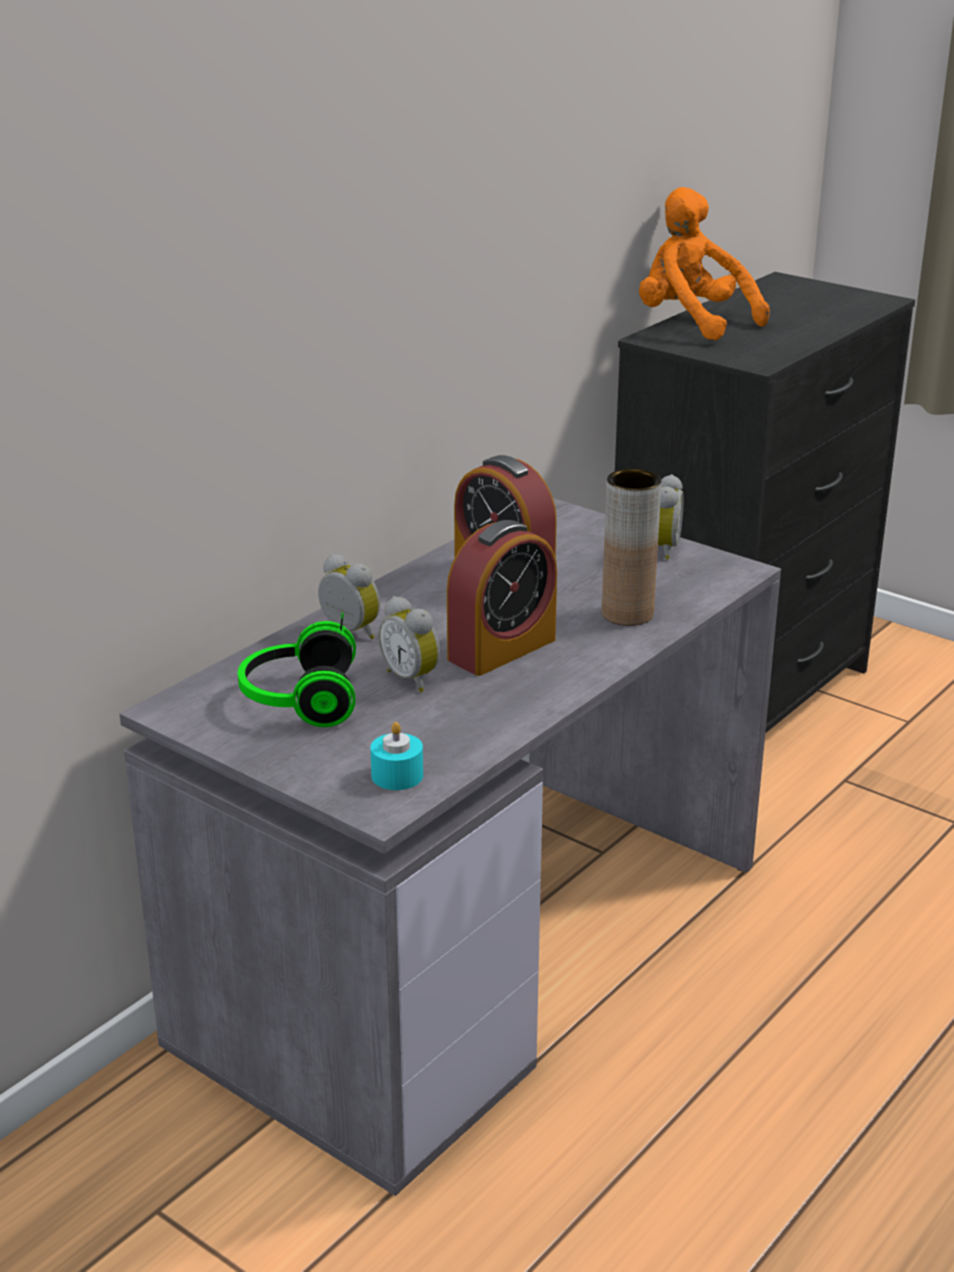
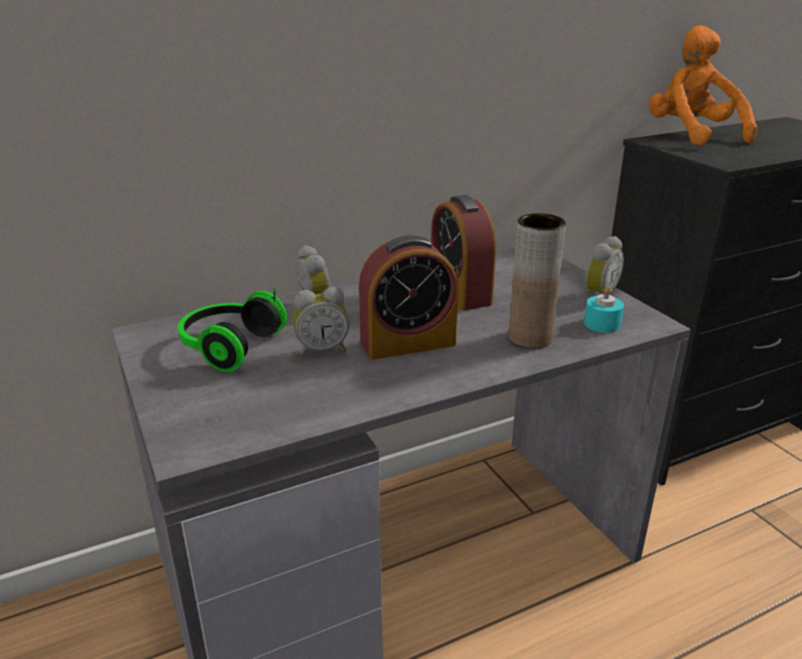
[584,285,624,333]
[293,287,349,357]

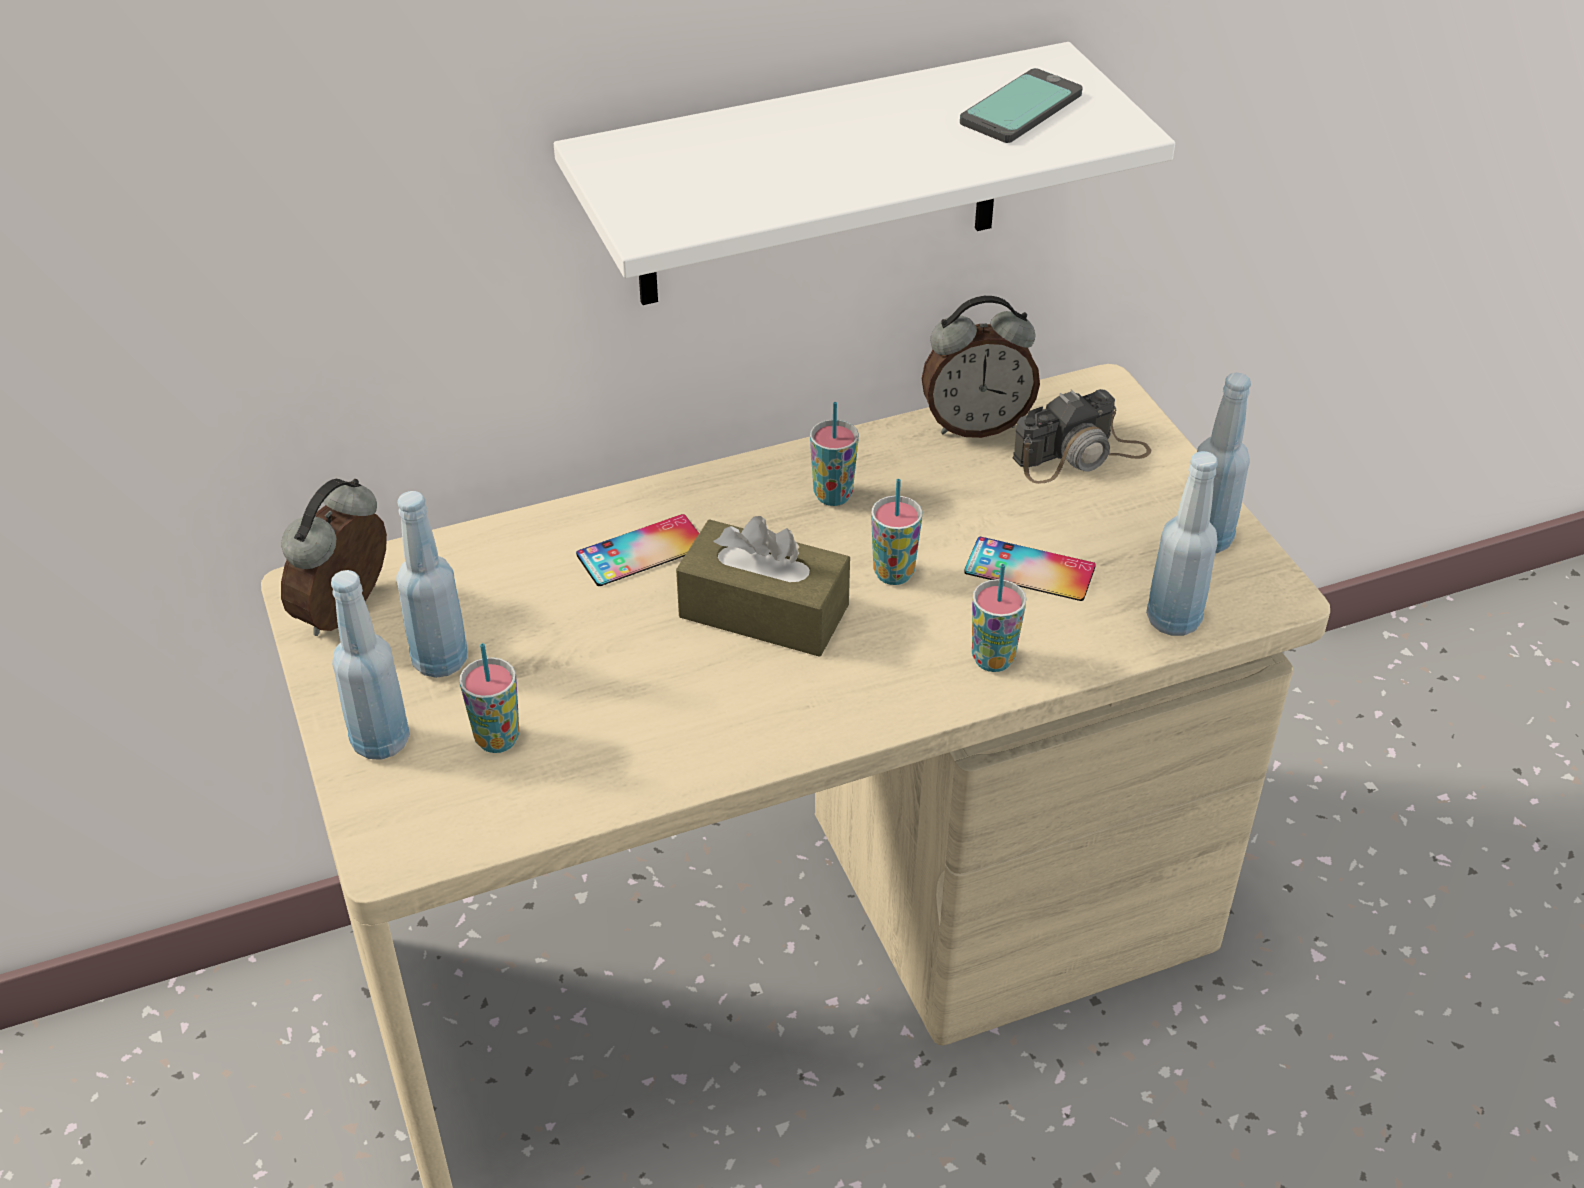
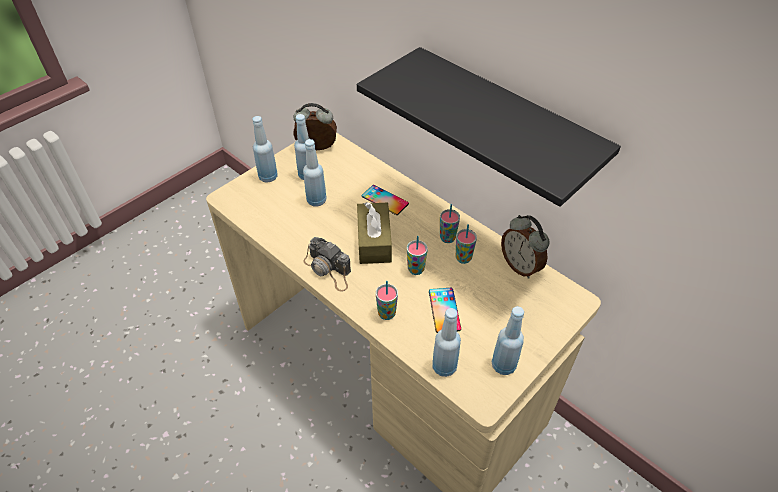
[960,68,1083,143] (first image)
[303,139,327,207]
[456,224,477,264]
[303,237,351,292]
[357,47,621,207]

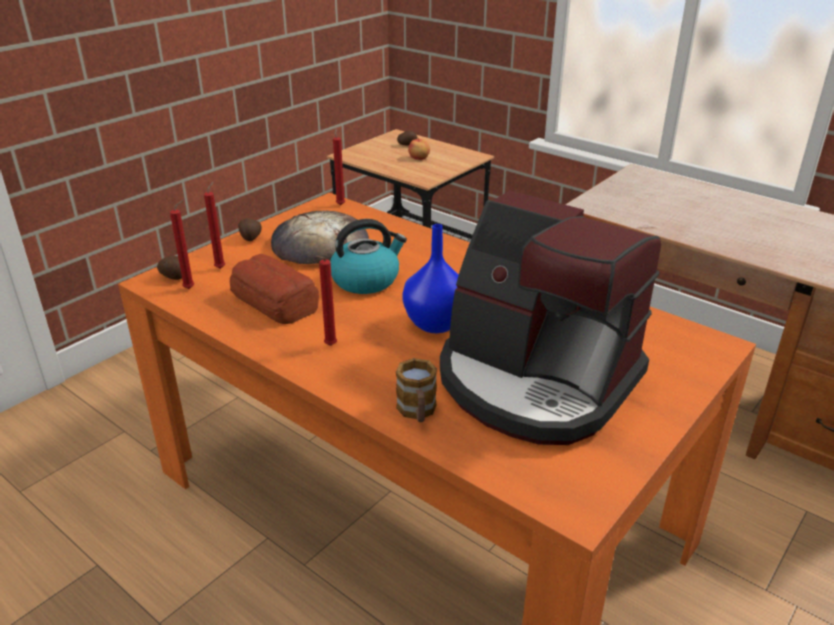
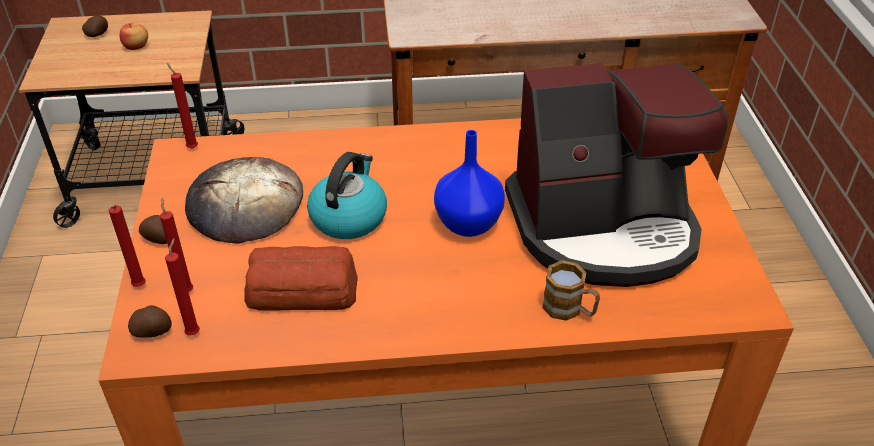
[109,205,146,287]

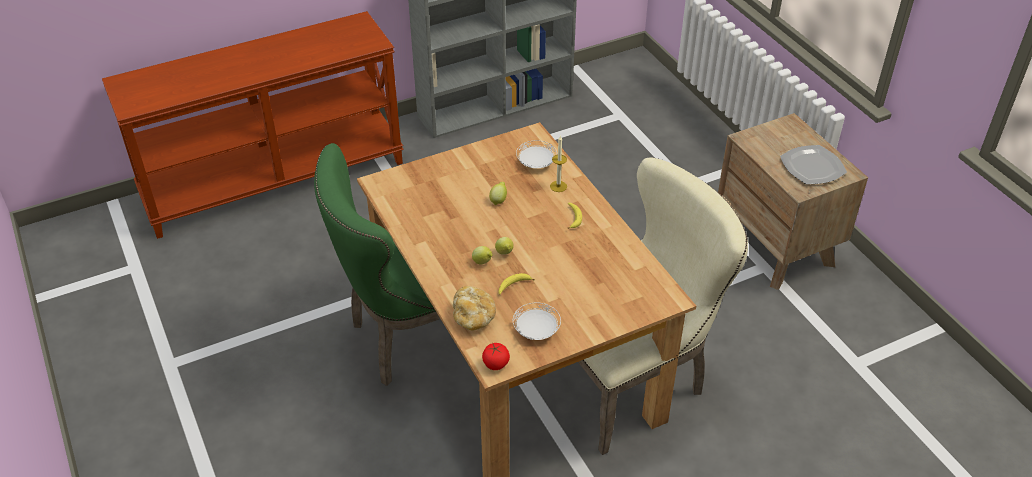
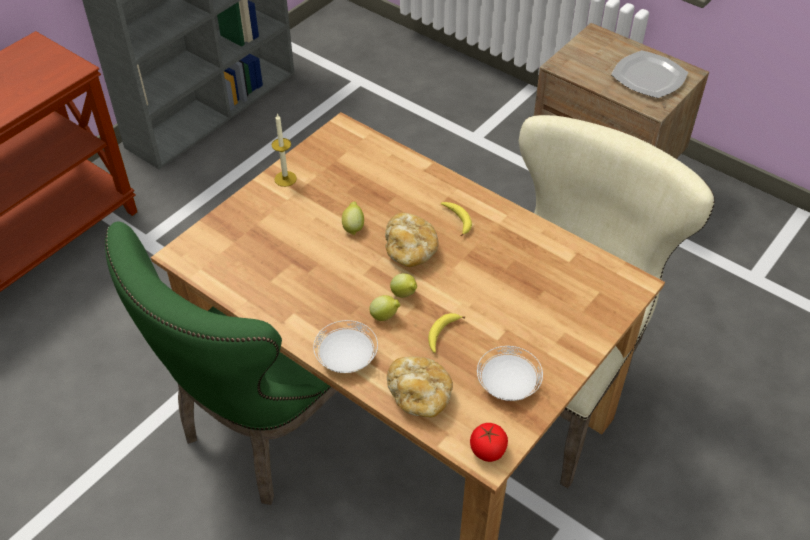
[385,213,438,267]
[313,320,378,373]
[271,113,297,187]

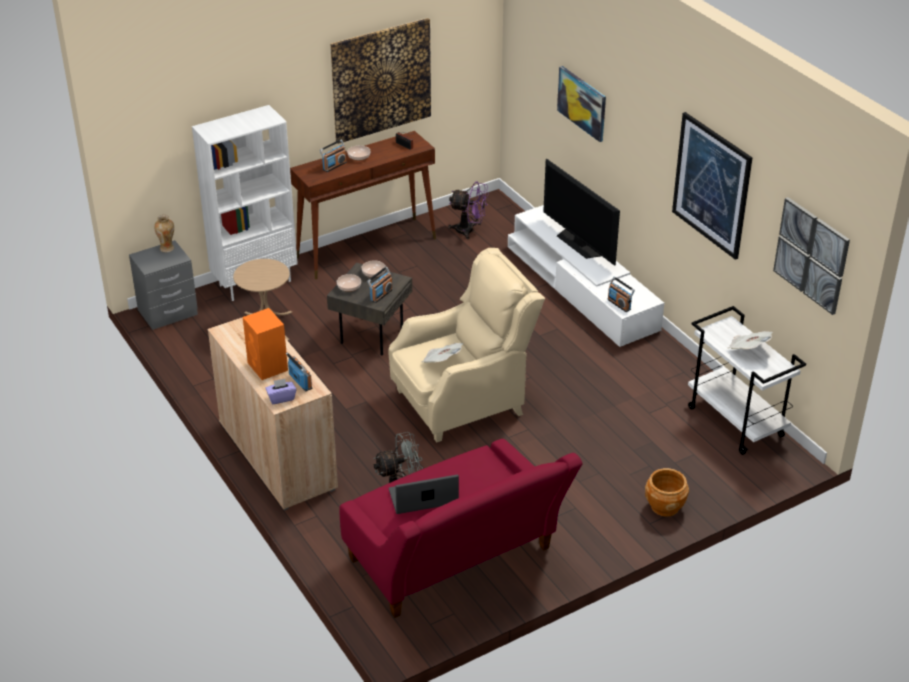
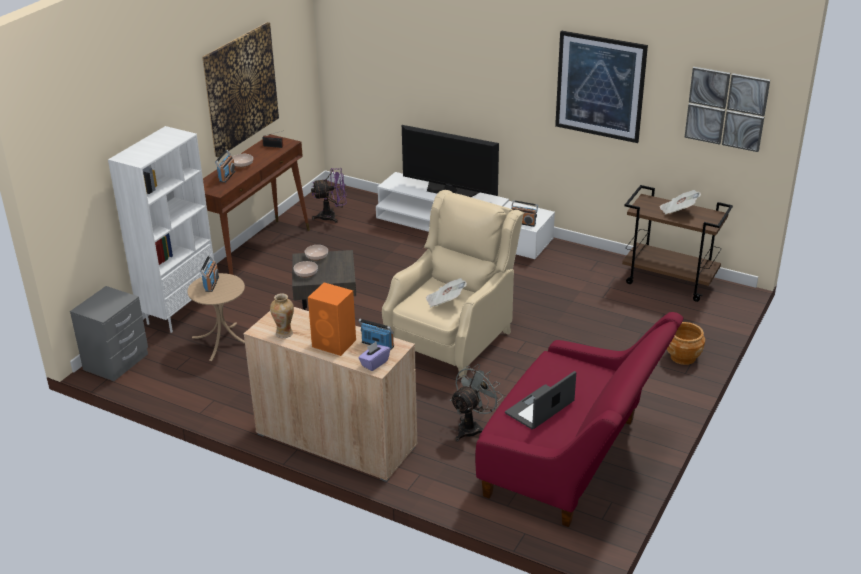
[557,66,606,142] (first image)
[270,293,294,338]
[200,255,219,292]
[622,185,733,302]

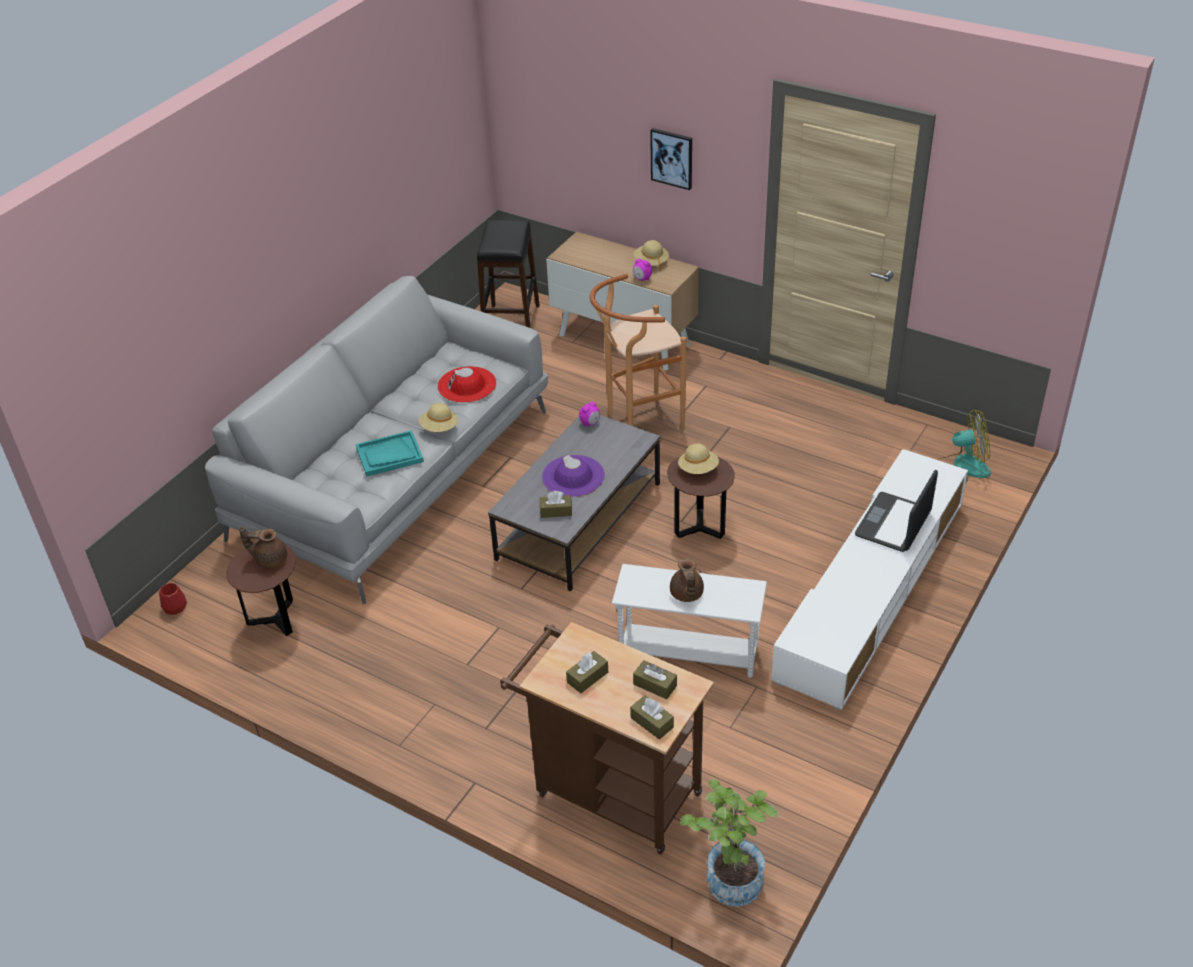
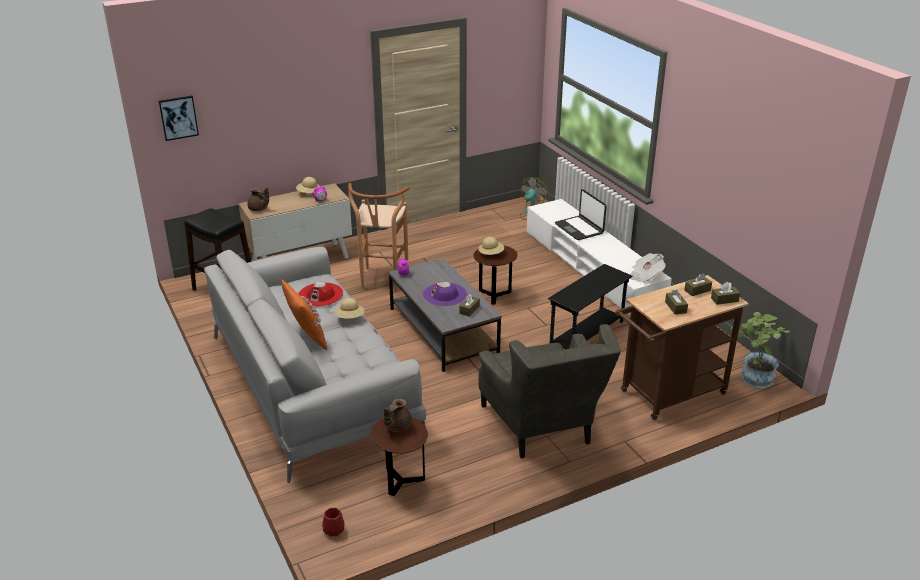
[356,430,424,477] (first image)
[280,279,327,350]
[478,324,621,459]
[630,253,666,283]
[159,96,199,141]
[248,188,269,211]
[548,264,633,349]

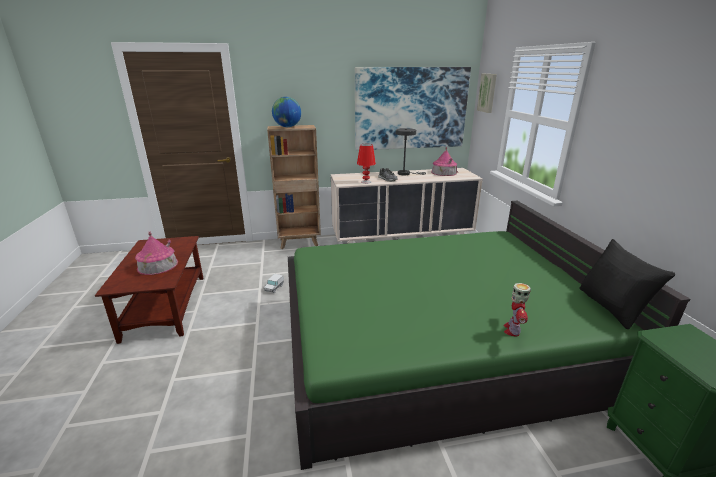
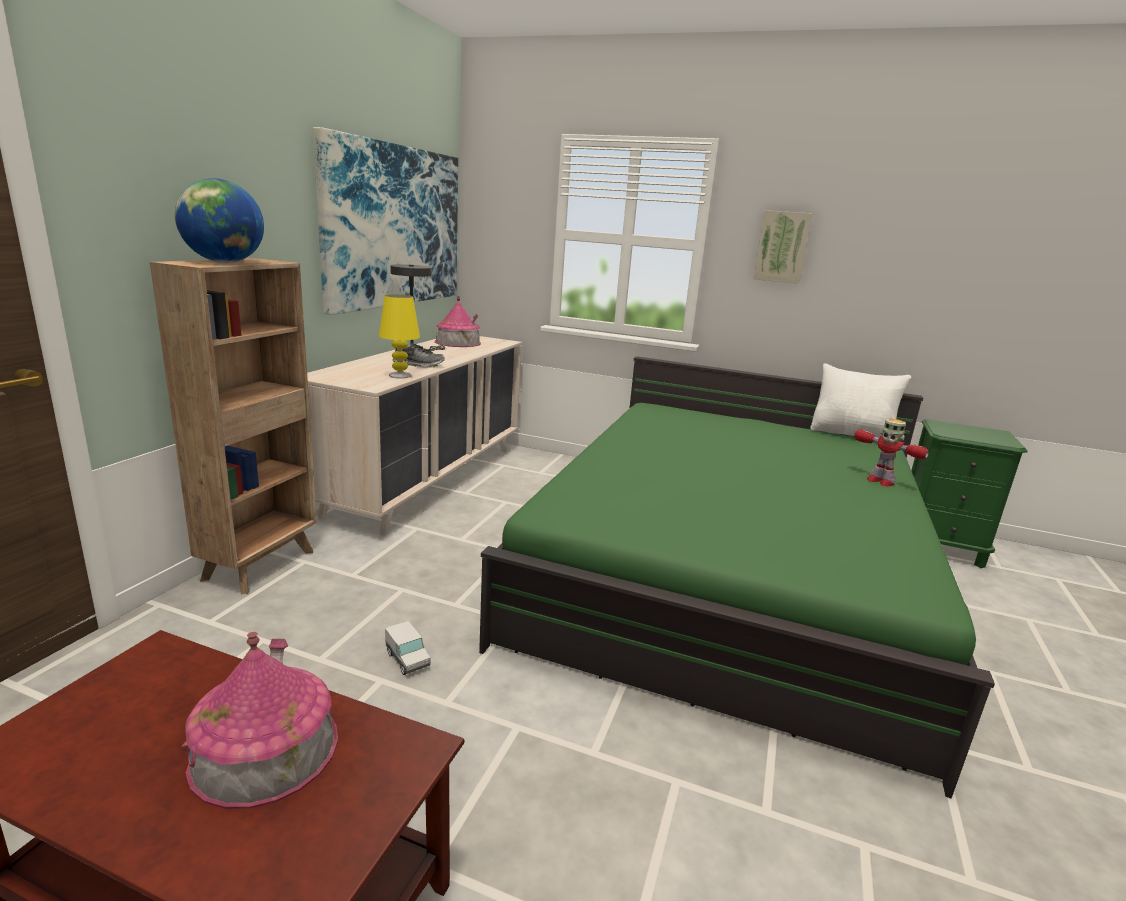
[754,210,813,284]
[379,294,420,379]
[810,363,911,438]

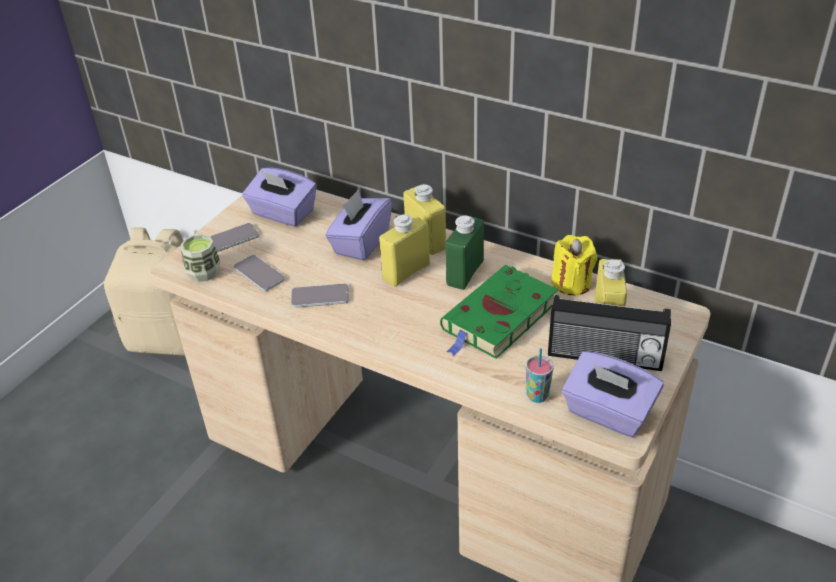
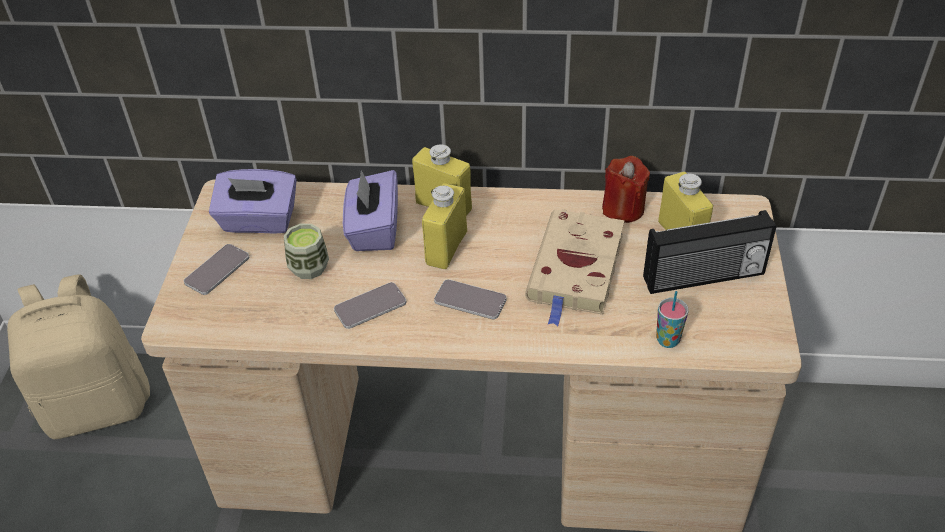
[446,216,484,290] (first image)
[562,351,664,437] (first image)
[284,224,329,279]
[434,279,507,319]
[525,209,624,326]
[602,156,650,223]

